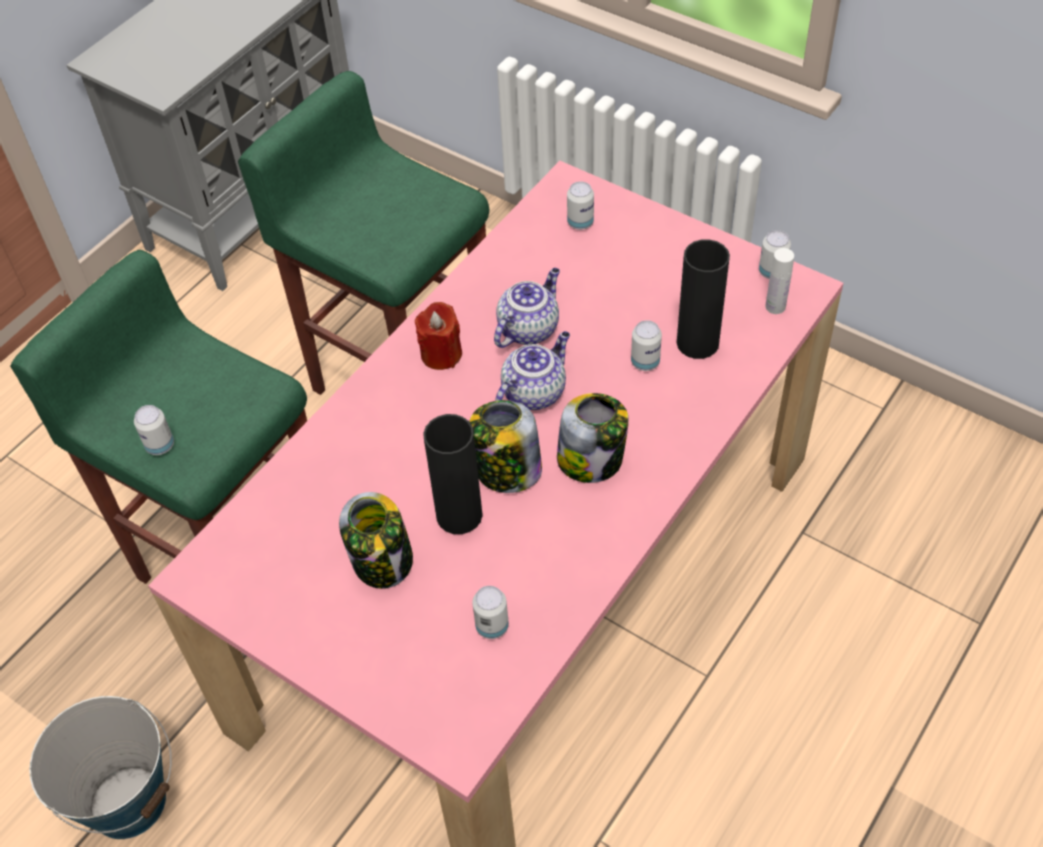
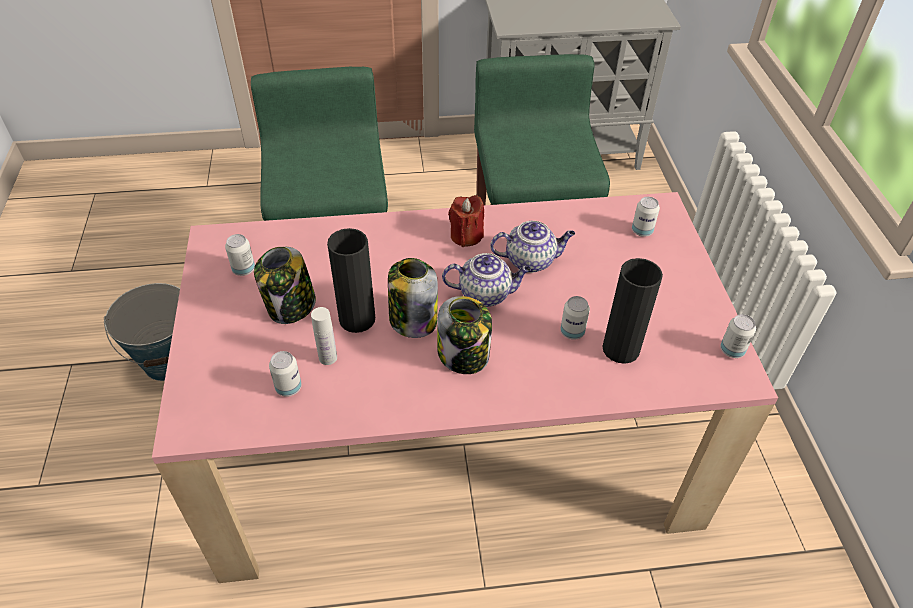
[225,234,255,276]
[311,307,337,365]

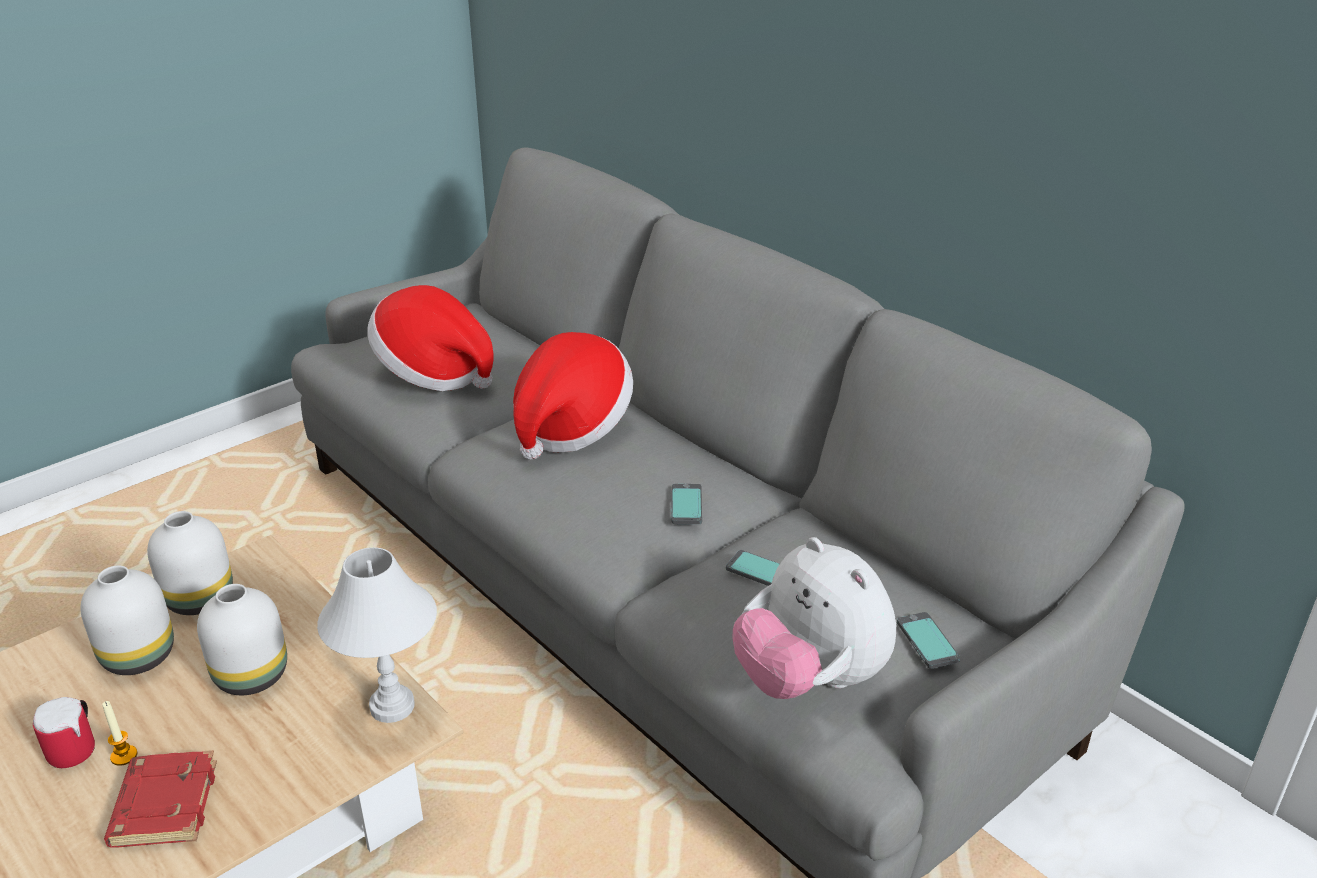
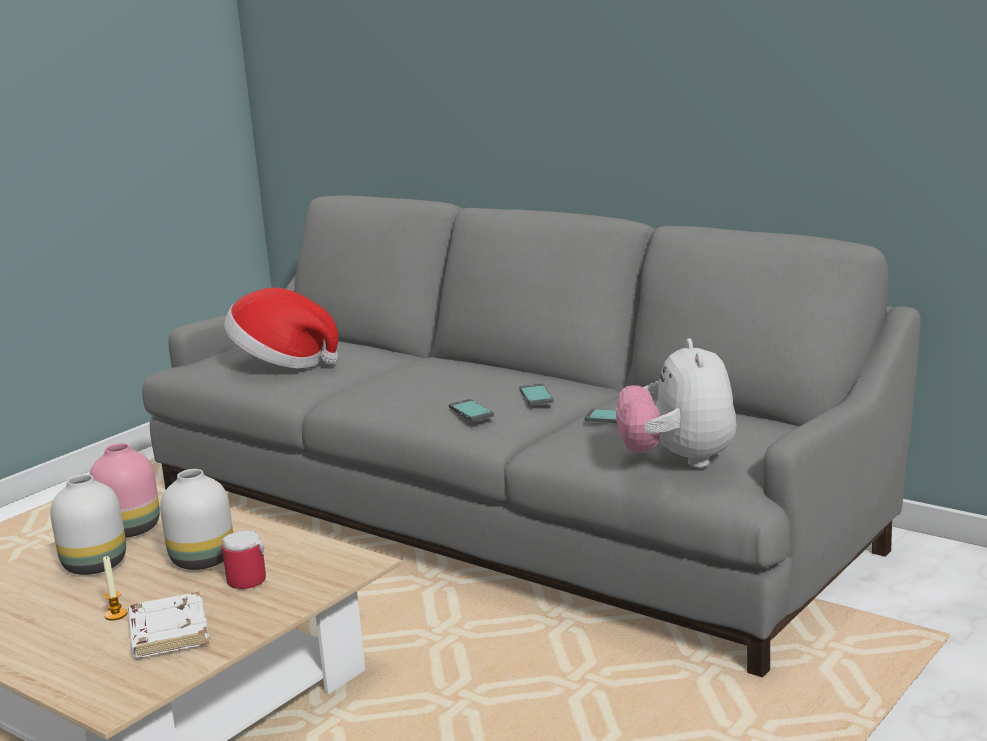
[317,547,437,723] (first image)
[513,332,633,460] (first image)
[222,530,266,589]
[449,399,494,421]
[128,592,210,658]
[89,443,160,538]
[616,338,737,468]

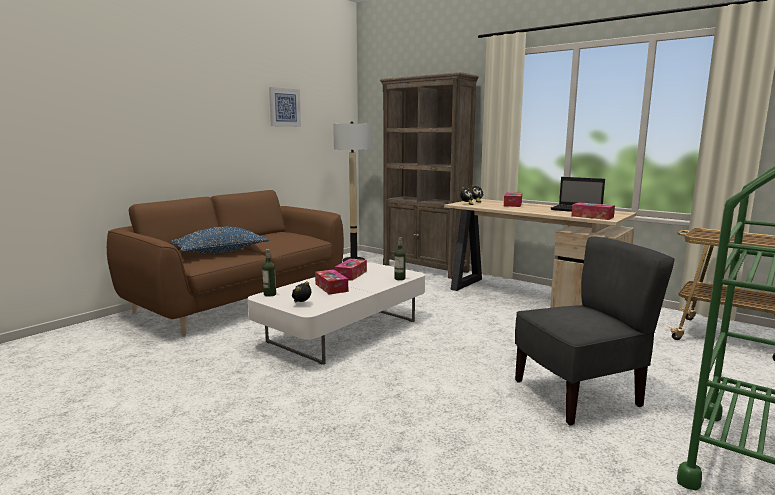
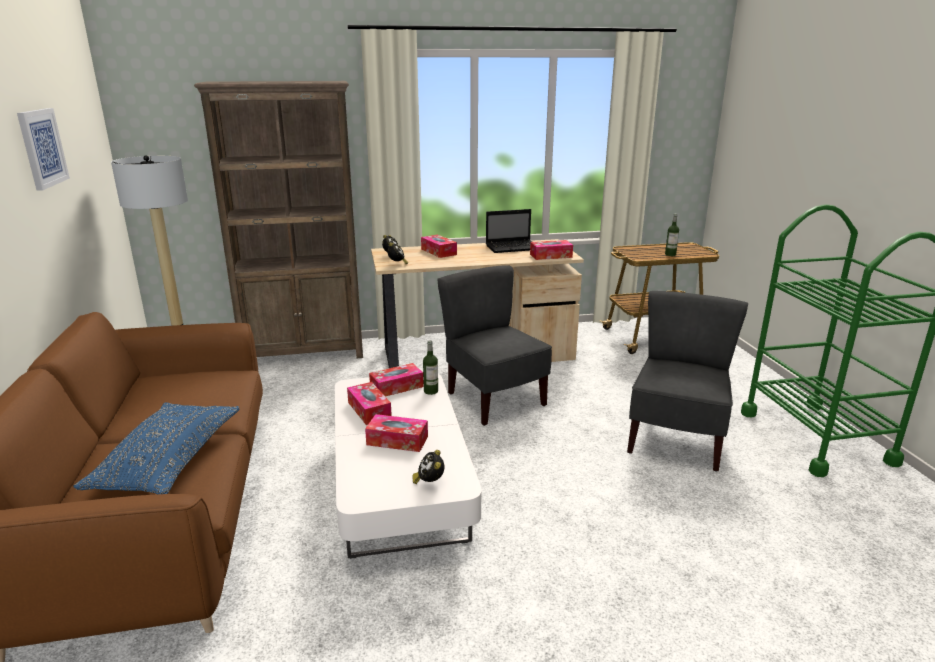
[369,363,424,397]
[437,265,552,426]
[665,214,679,256]

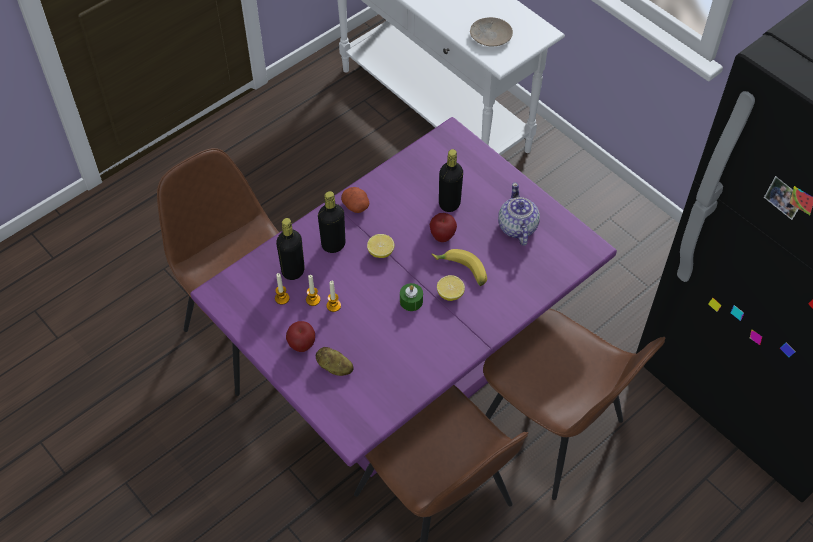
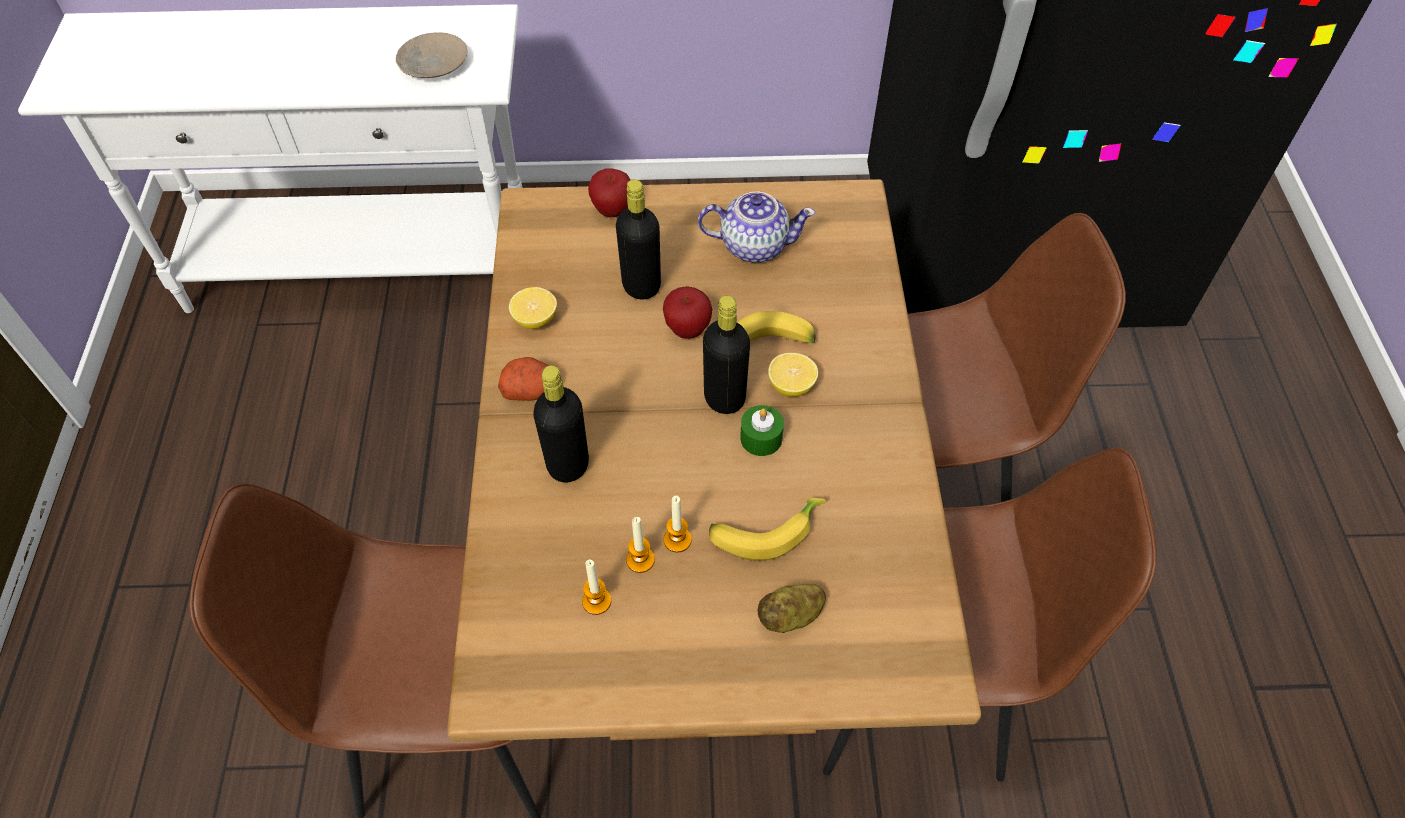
[709,498,826,561]
[703,296,750,414]
[588,169,631,217]
[509,287,557,329]
[447,179,981,742]
[698,191,816,262]

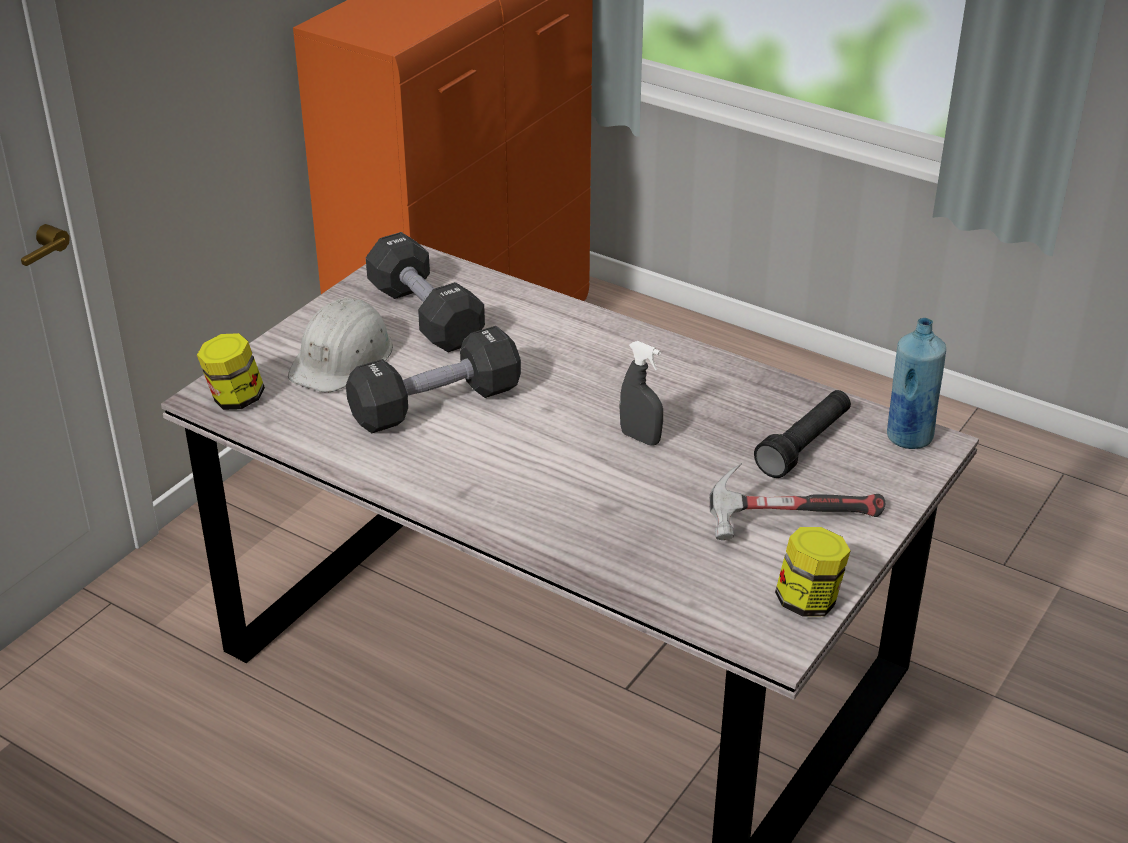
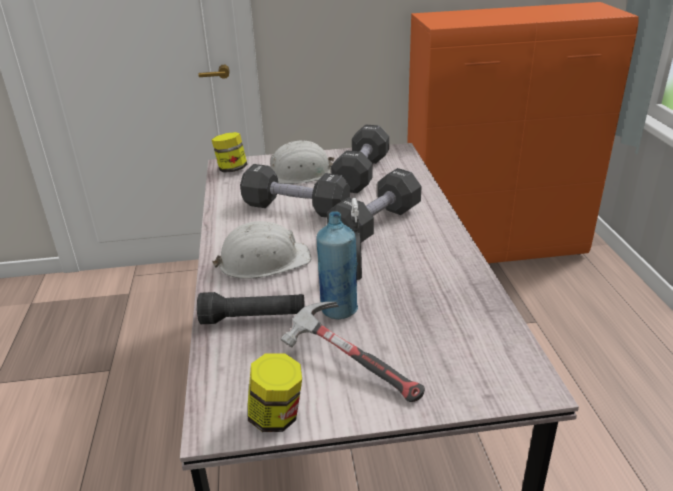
[212,221,312,279]
[327,168,422,242]
[197,292,305,324]
[317,211,358,319]

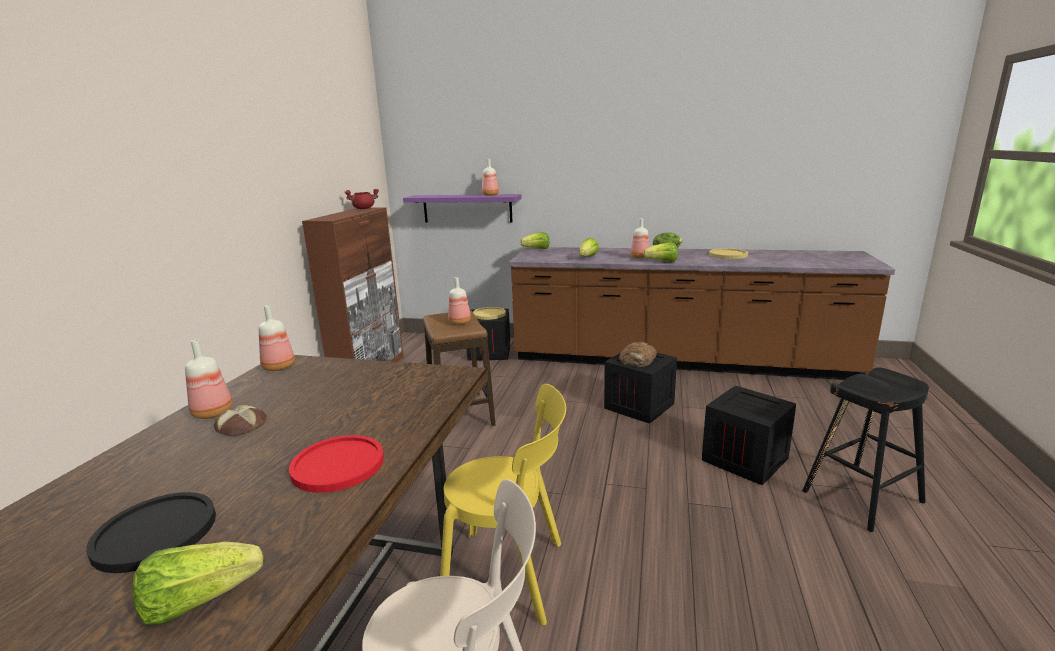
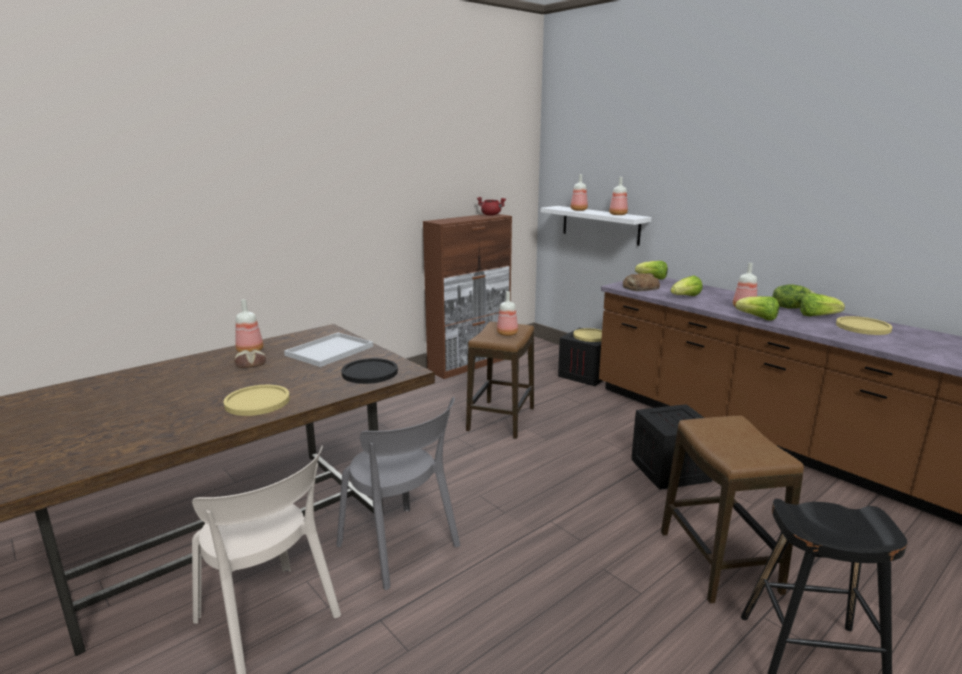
[284,332,373,367]
[341,358,398,384]
[800,293,845,316]
[571,174,588,211]
[623,273,660,291]
[661,416,804,604]
[223,385,290,416]
[541,206,652,246]
[336,397,460,590]

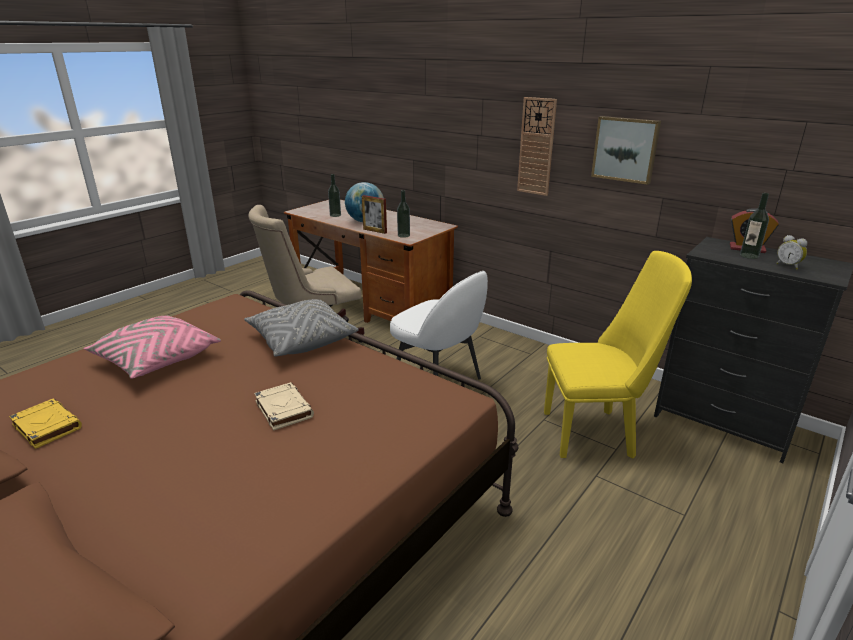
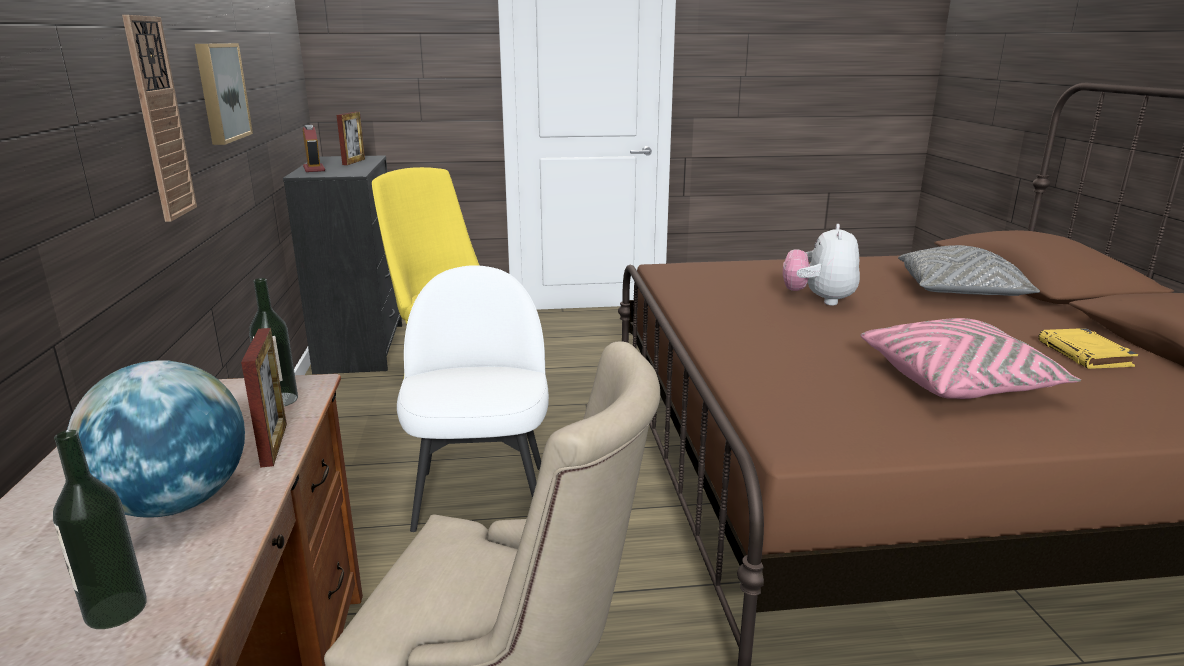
[740,193,769,259] (first image)
[898,245,1040,296]
[783,224,860,306]
[336,112,365,165]

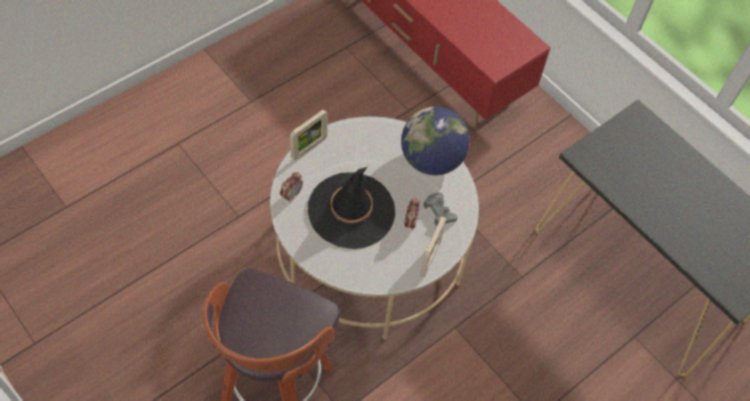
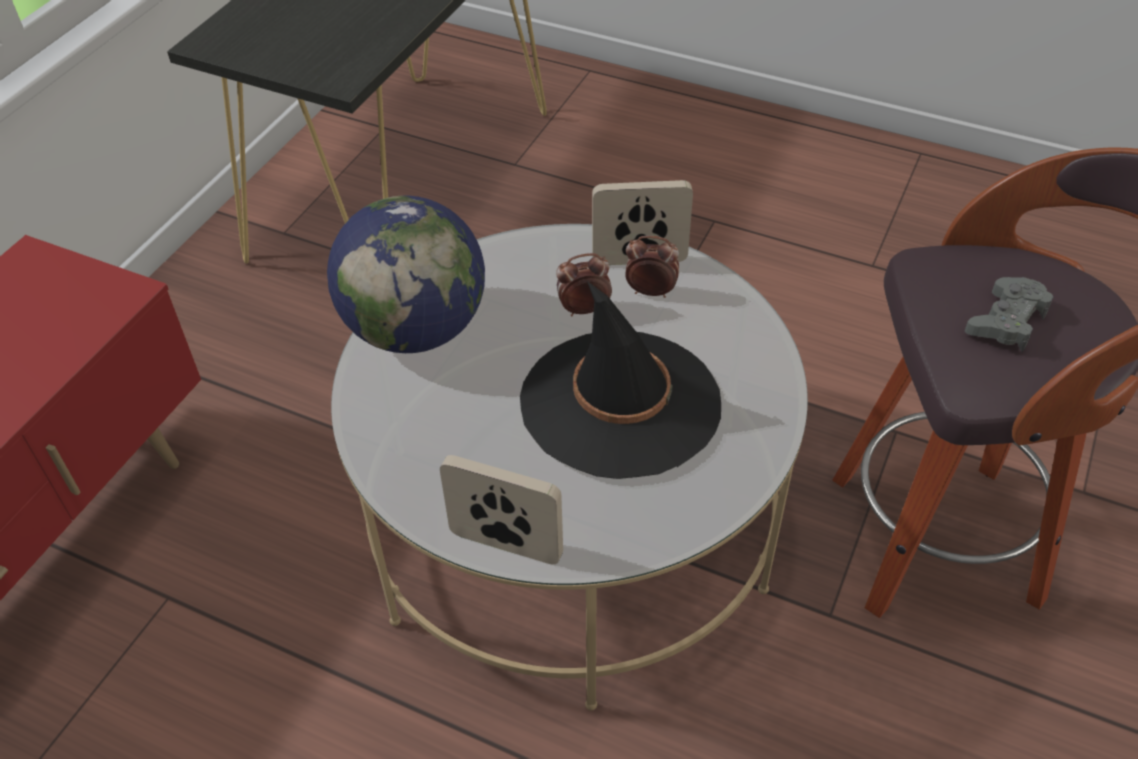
[625,236,679,298]
[965,277,1053,352]

